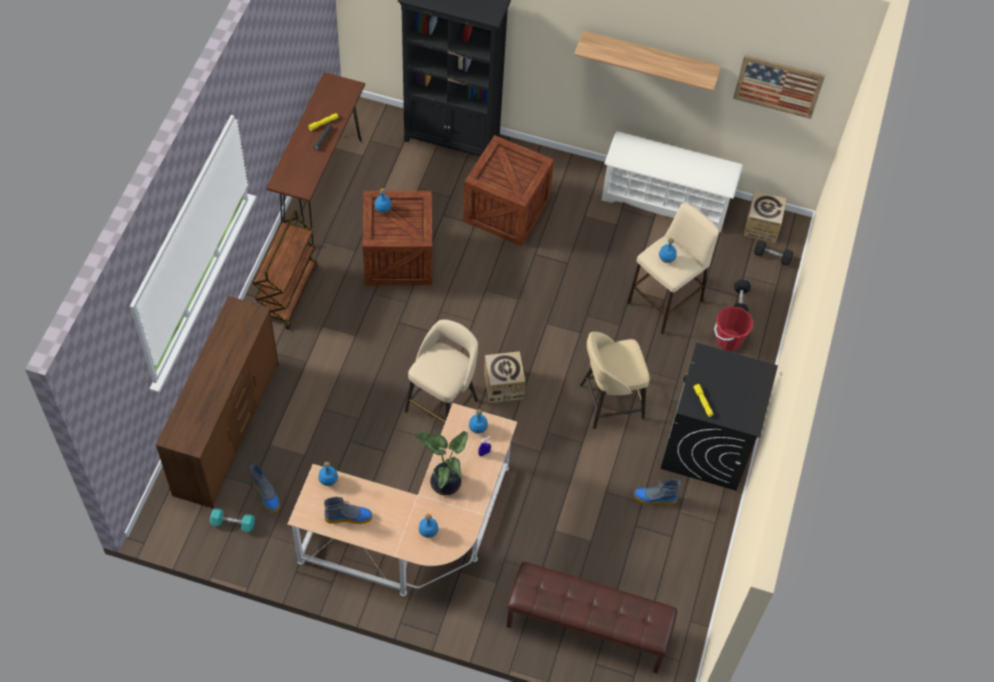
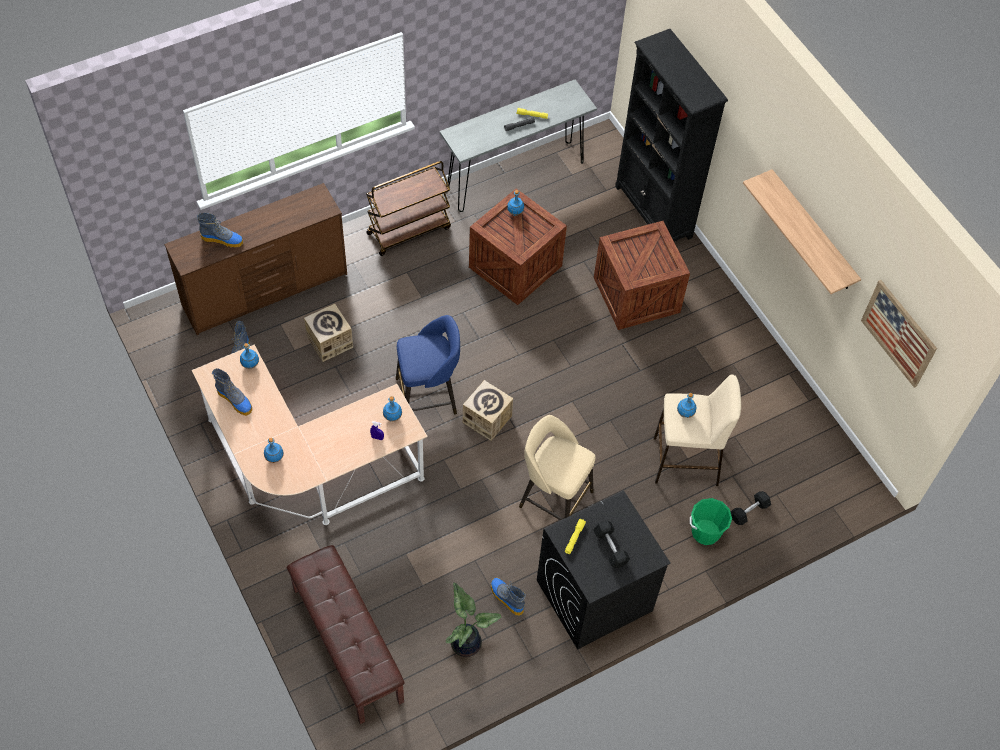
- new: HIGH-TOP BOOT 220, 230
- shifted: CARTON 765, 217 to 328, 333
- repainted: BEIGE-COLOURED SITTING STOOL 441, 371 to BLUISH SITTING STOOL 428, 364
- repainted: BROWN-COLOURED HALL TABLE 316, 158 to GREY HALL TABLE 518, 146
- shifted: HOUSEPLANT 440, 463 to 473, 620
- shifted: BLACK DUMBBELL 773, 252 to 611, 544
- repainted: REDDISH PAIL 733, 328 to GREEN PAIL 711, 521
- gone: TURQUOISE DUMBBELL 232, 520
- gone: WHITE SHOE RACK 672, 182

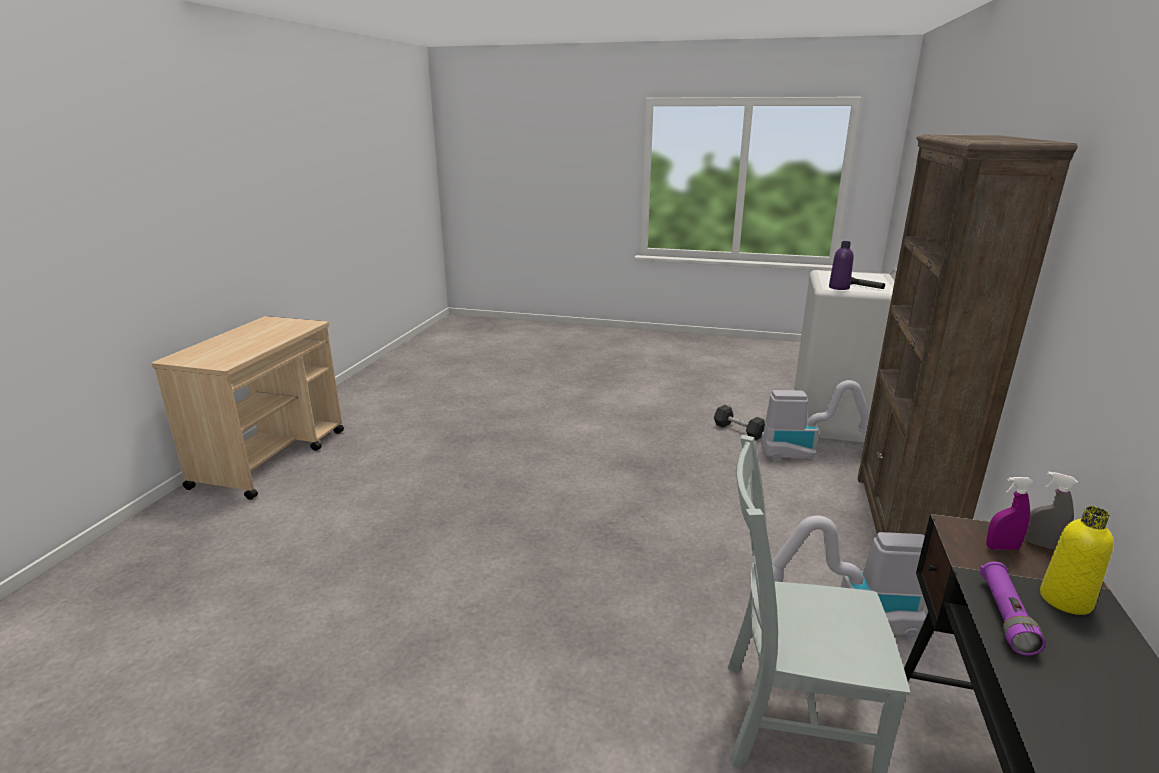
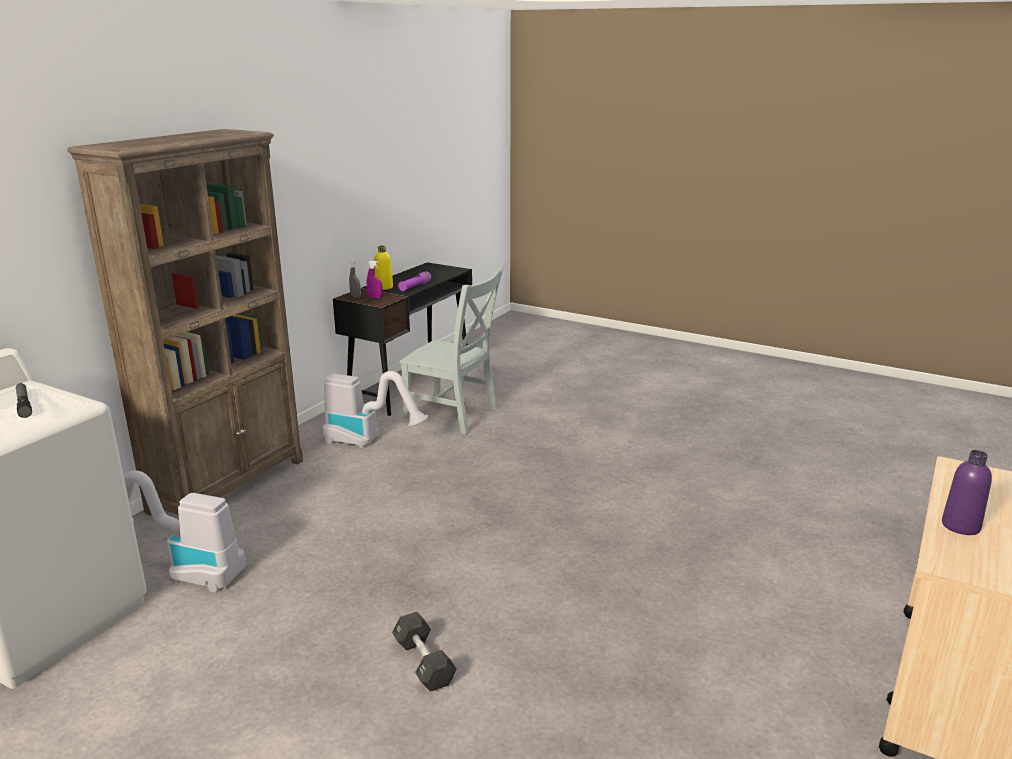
- shifted: BLACK DUMBBELL 739, 423 to 424, 652
- shifted: PURPLE BOTTLE 841, 265 to 967, 492

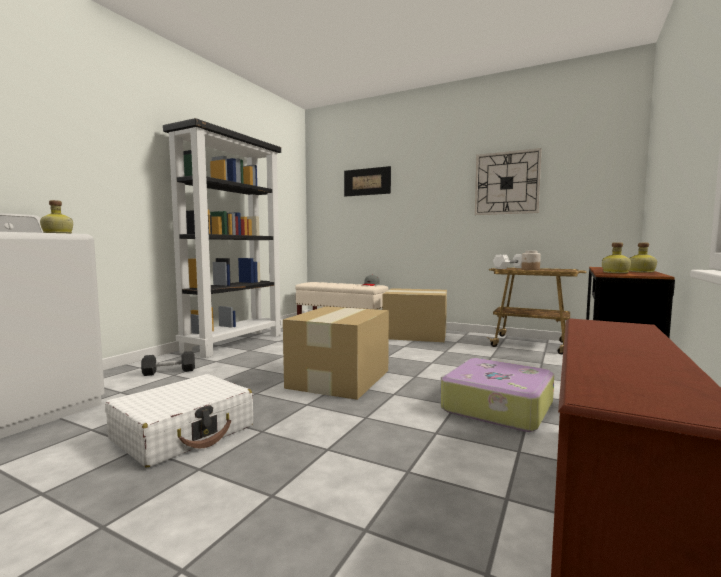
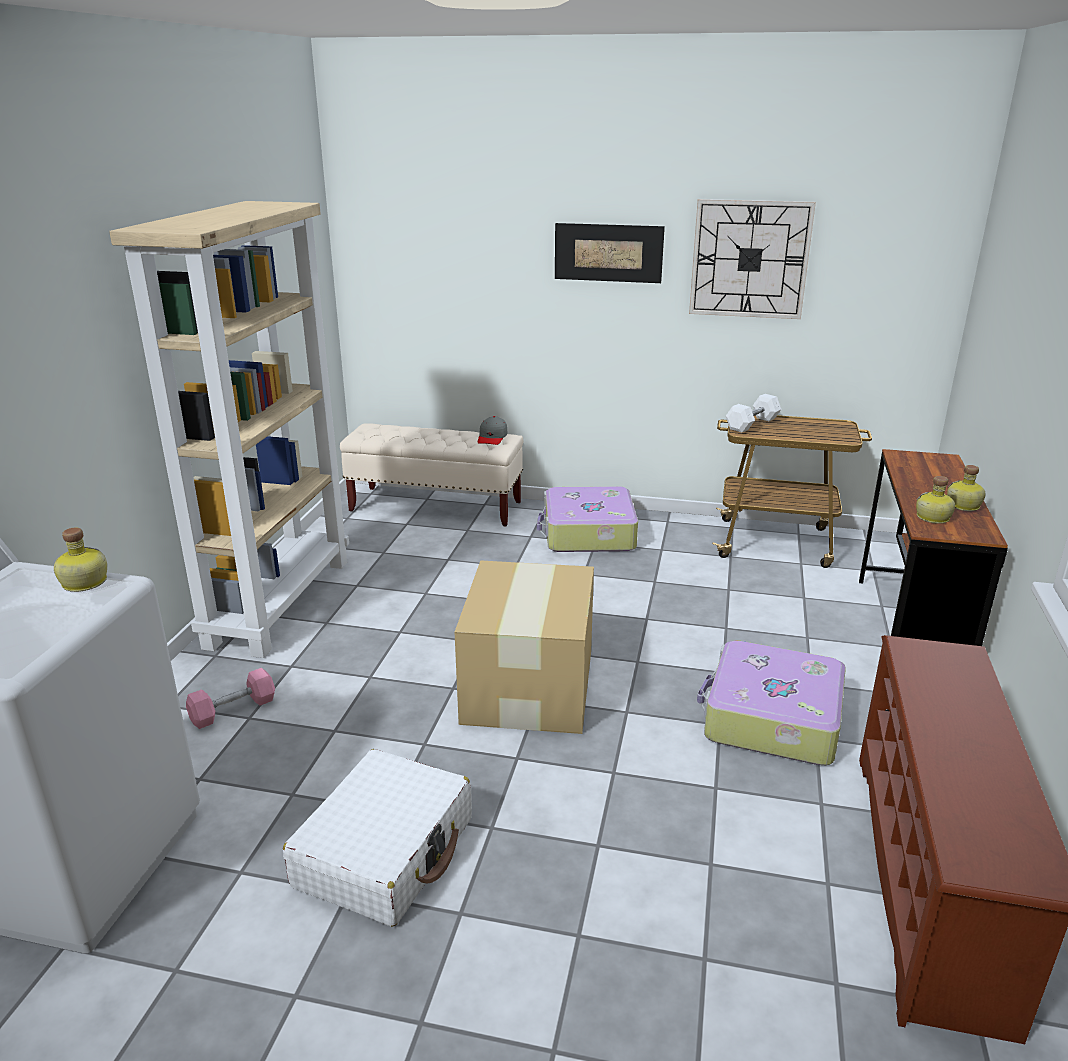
- repainted: BLACK BOOKCASE 223, 238 to BEIGE-COLOURED BOOKCASE 229, 429
- repainted: GREY DUMBBELL 168, 363 to PINKISH DUMBBELL 230, 698
- swapped: CARTON 415, 315 to SUITCASE 587, 519
- shifted: WALL PICTURE 367, 181 to 610, 253
- gone: STORAGE JAR 531, 260

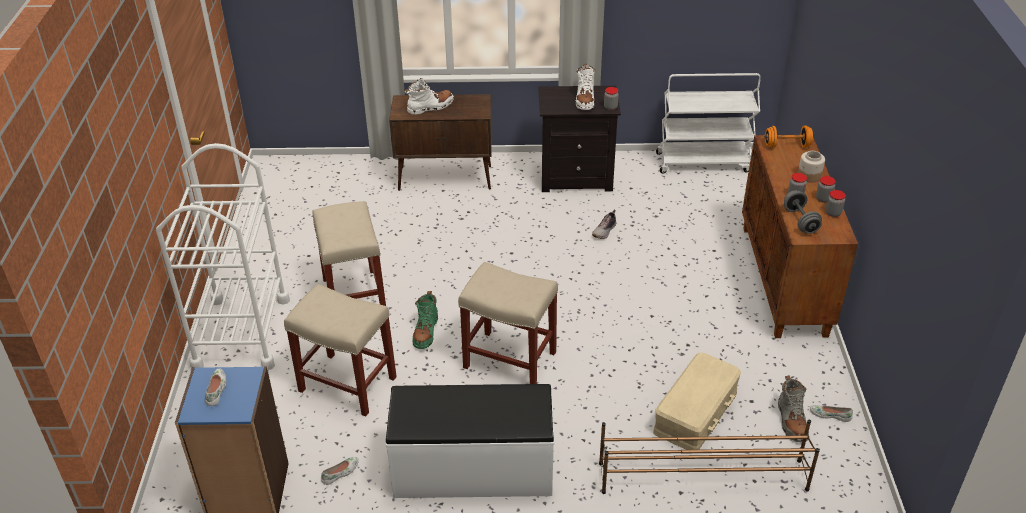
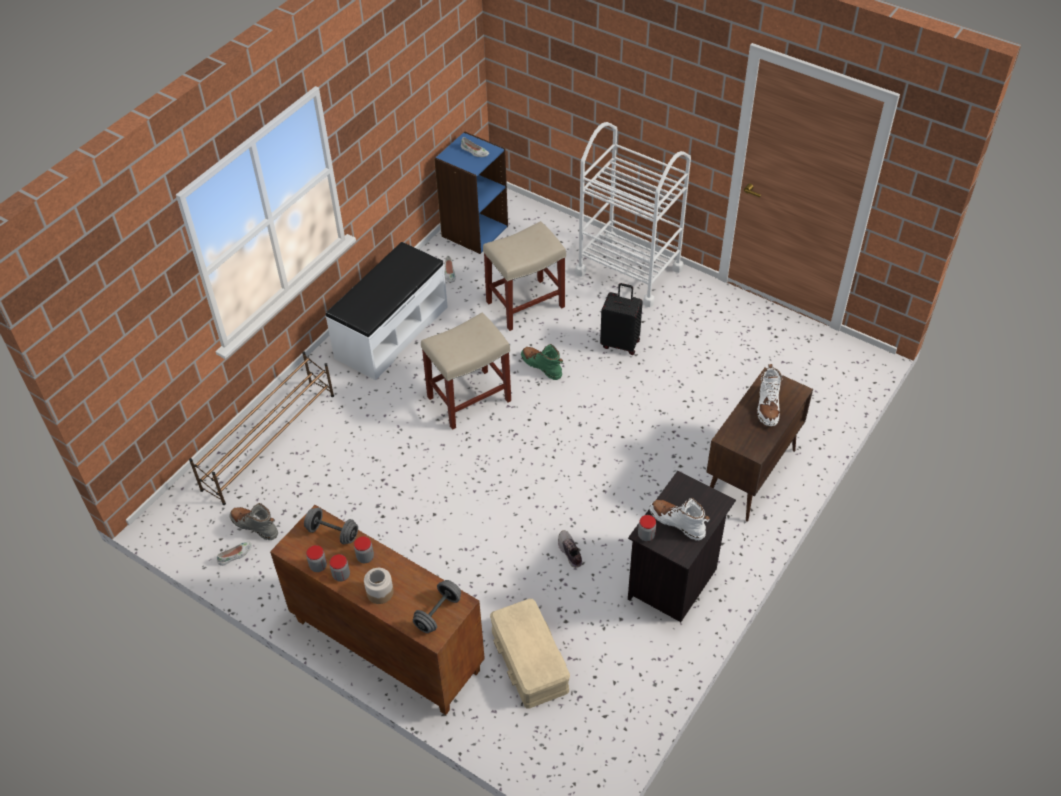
- repainted: ORANGE DUMBBELL 789, 136 to GREY DUMBBELL 437, 606
- shifted: BEIGE-COLOURED STORAGE CONTAINER 697, 401 to 530, 654
- swapped: BEIGE-COLOURED SITTING STOOL 349, 253 to BLACK SUITCASE 621, 319
- gone: WHITE TROLLEY 708, 123

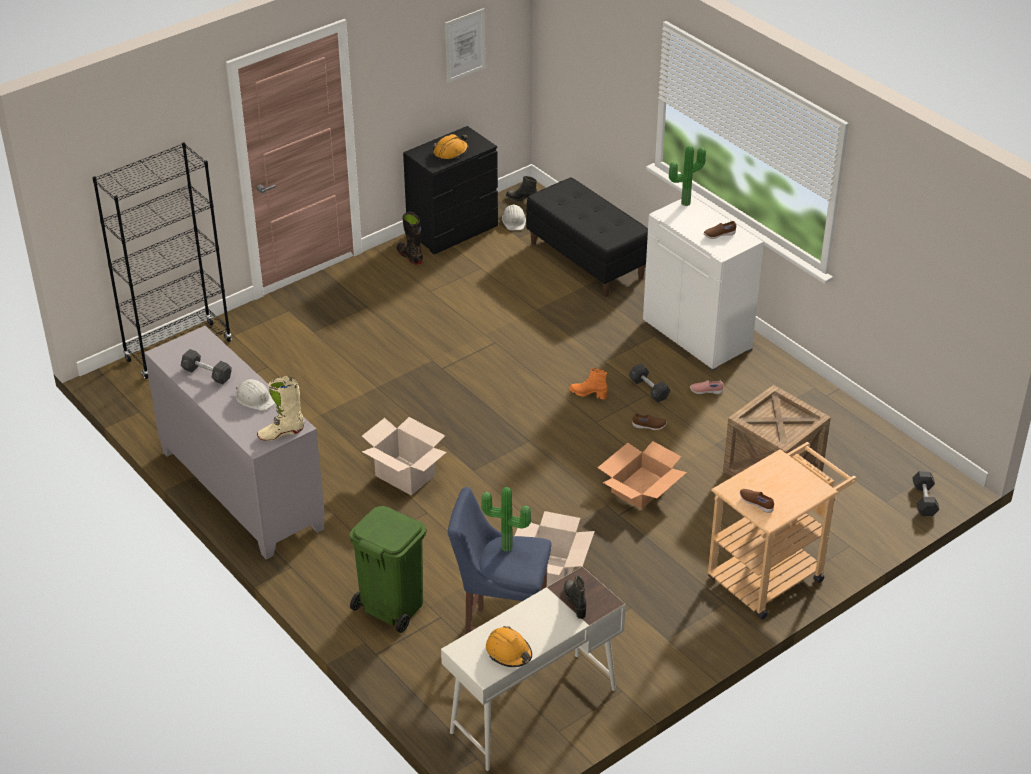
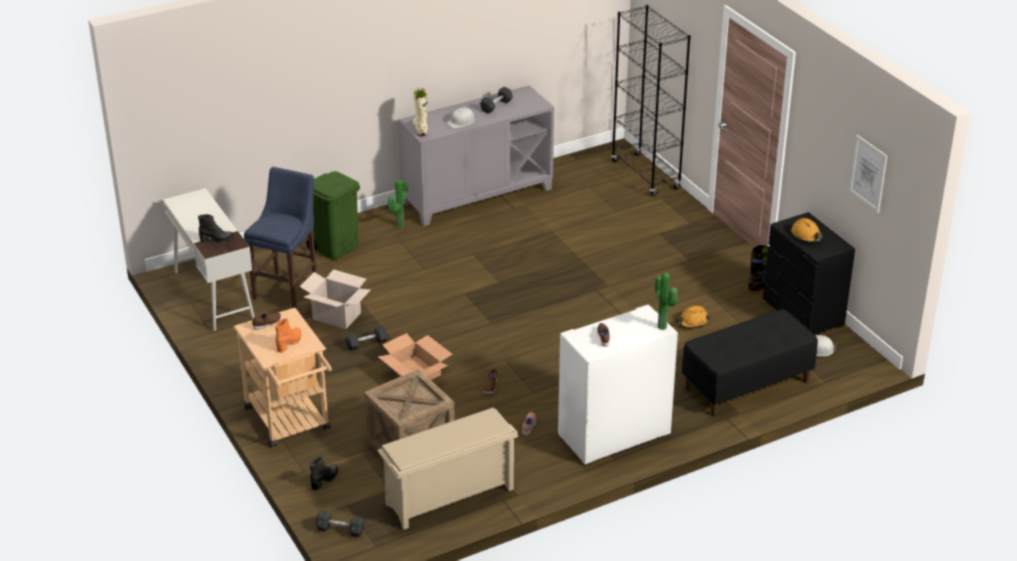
- shifted: ORANGE HIGH-TOP BOOT 588, 384 to 288, 335
- shifted: BLACK HIGH-TOP BOOT 521, 189 to 324, 473
- shifted: GREY DUMBBELL 649, 383 to 366, 338
- new: BEIGE-COLOURED SHOE RACK 448, 468
- shifted: HOUSEPLANT 506, 519 to 398, 203
- shifted: ORANGE WORK HELMET 509, 646 to 693, 316
- gone: CARTON 404, 456

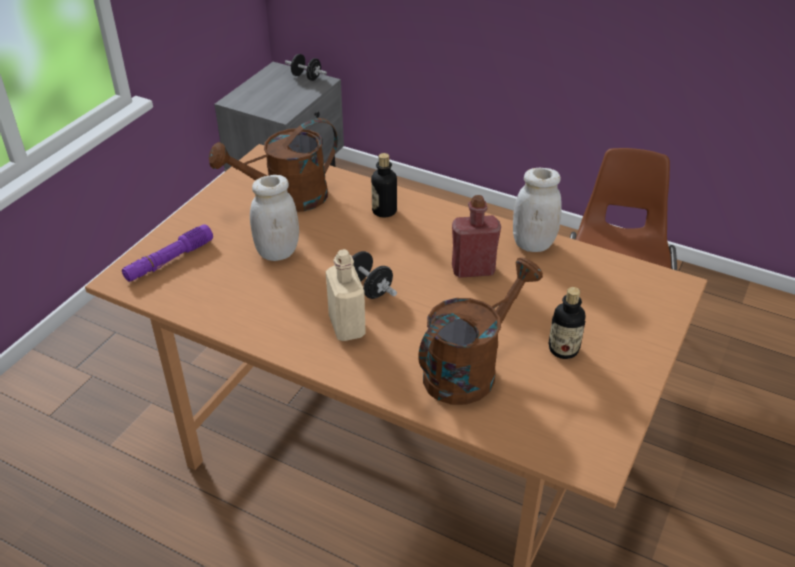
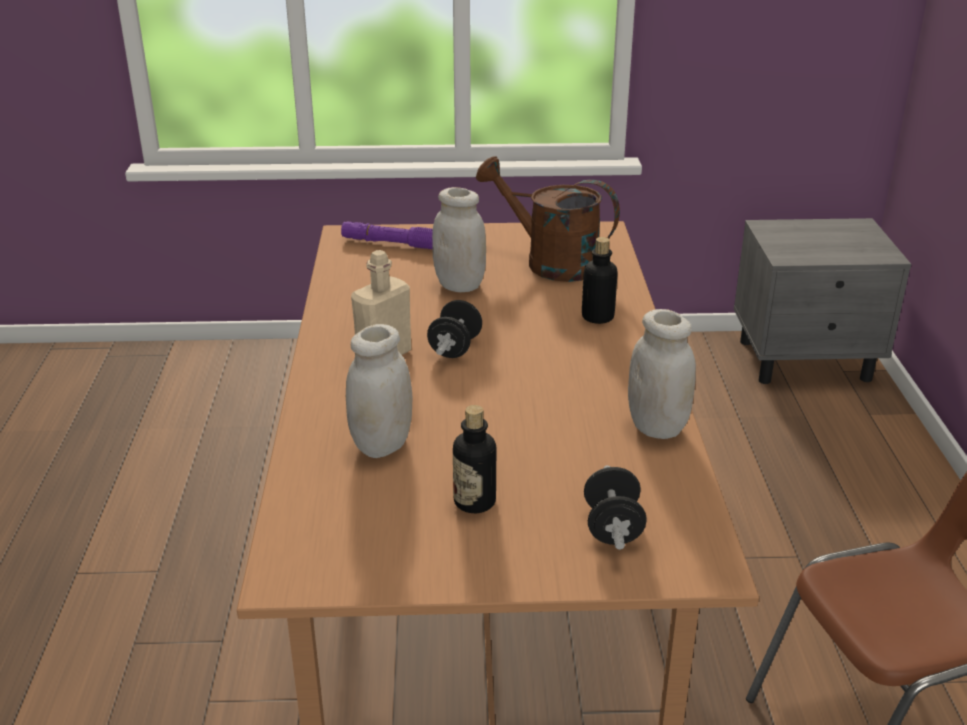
- swapped: BROWN-COLOURED WATERING CAN 480, 331 to WHITE STORAGE JAR 379, 391
- shifted: BLACK DUMBBELL 306, 67 to 615, 507
- gone: REDDISH BOTTLE 476, 236

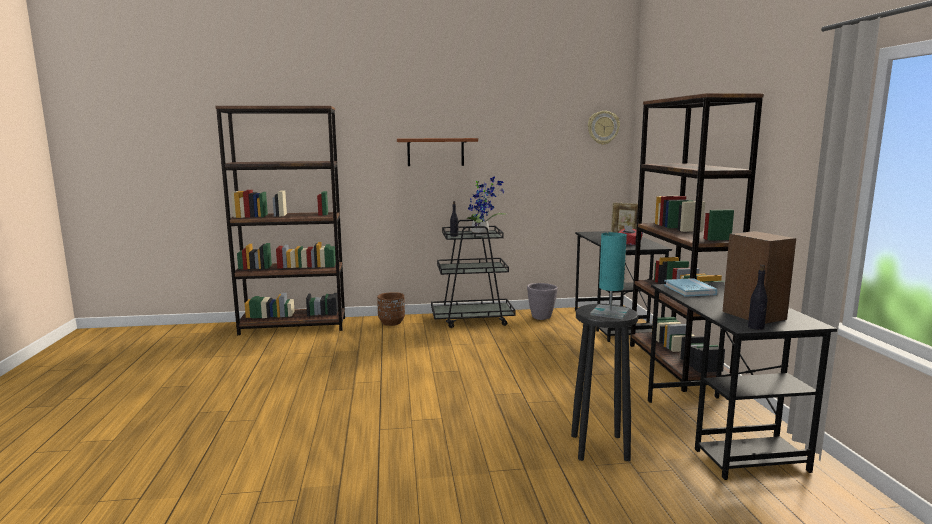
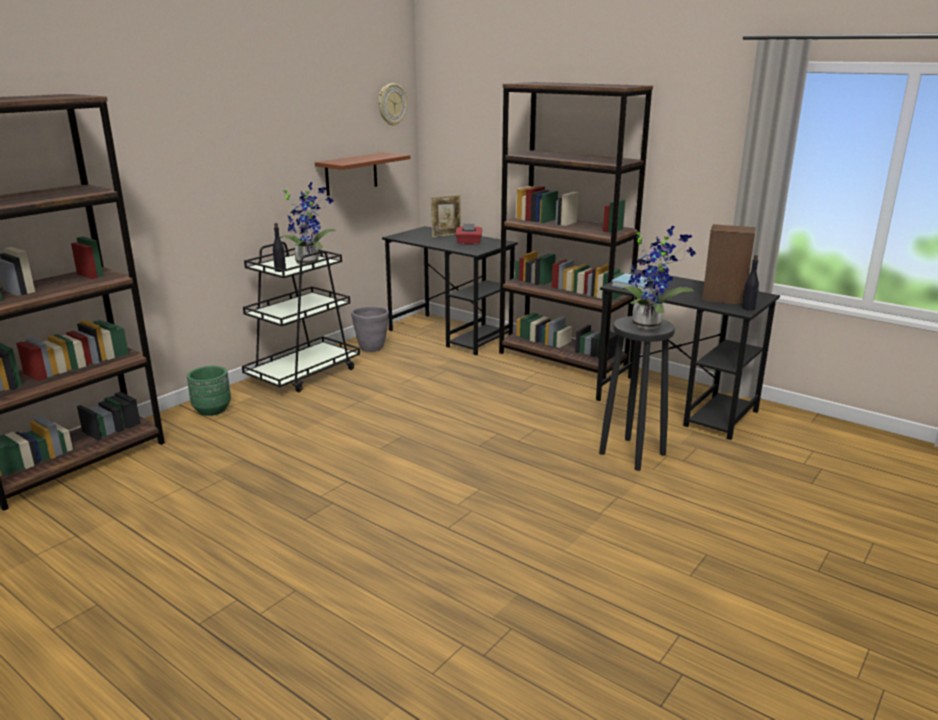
- repainted: BROWN-COLOURED PLANT POT 391, 309 to GREEN PLANT POT 209, 391
- shifted: BROWN-COLOURED SHELF 437, 152 to 363, 174
- swapped: TURQUOISE TABLETOP LAMP 610, 275 to HOUSEPLANT 657, 277

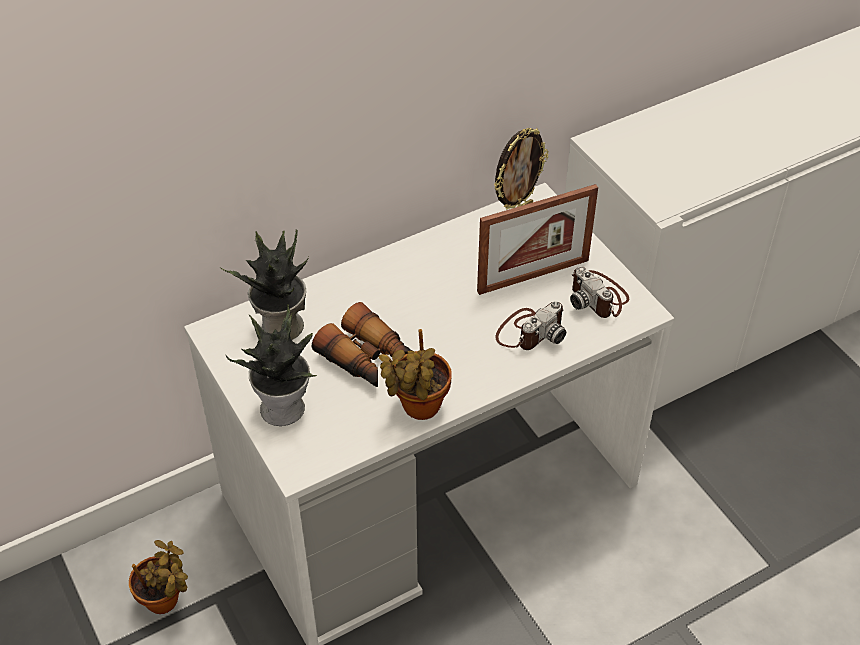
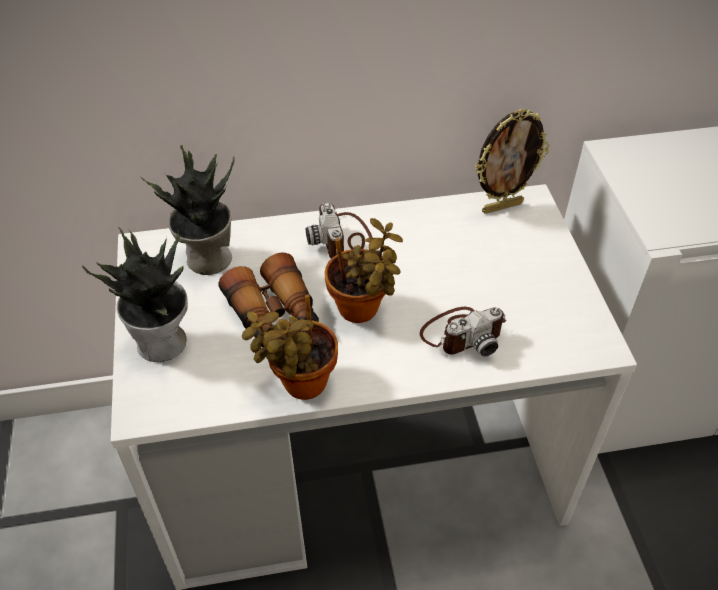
- shifted: STILL CAMERA 599, 292 to 339, 230
- shifted: HOUSEPLANT 158, 577 to 364, 270
- gone: PICTURE FRAME 537, 239

